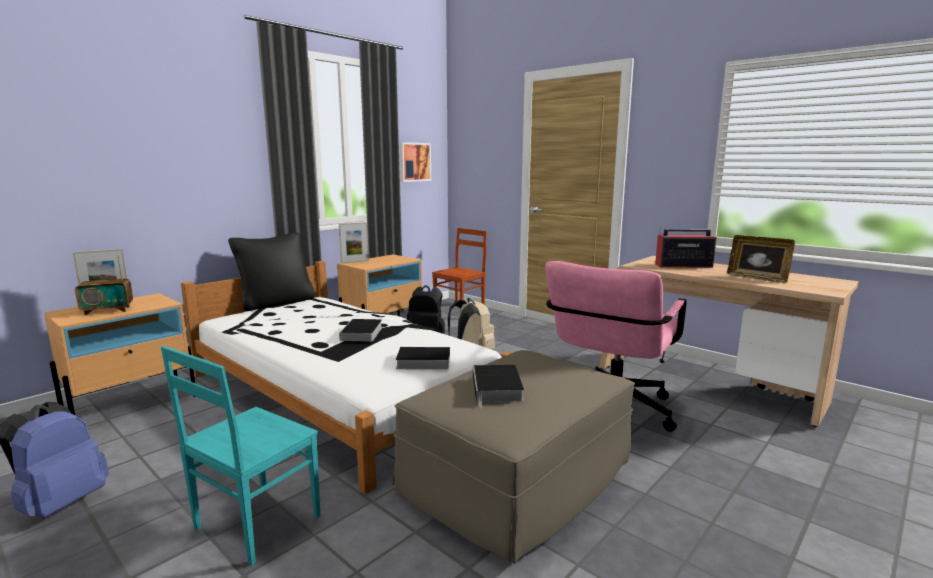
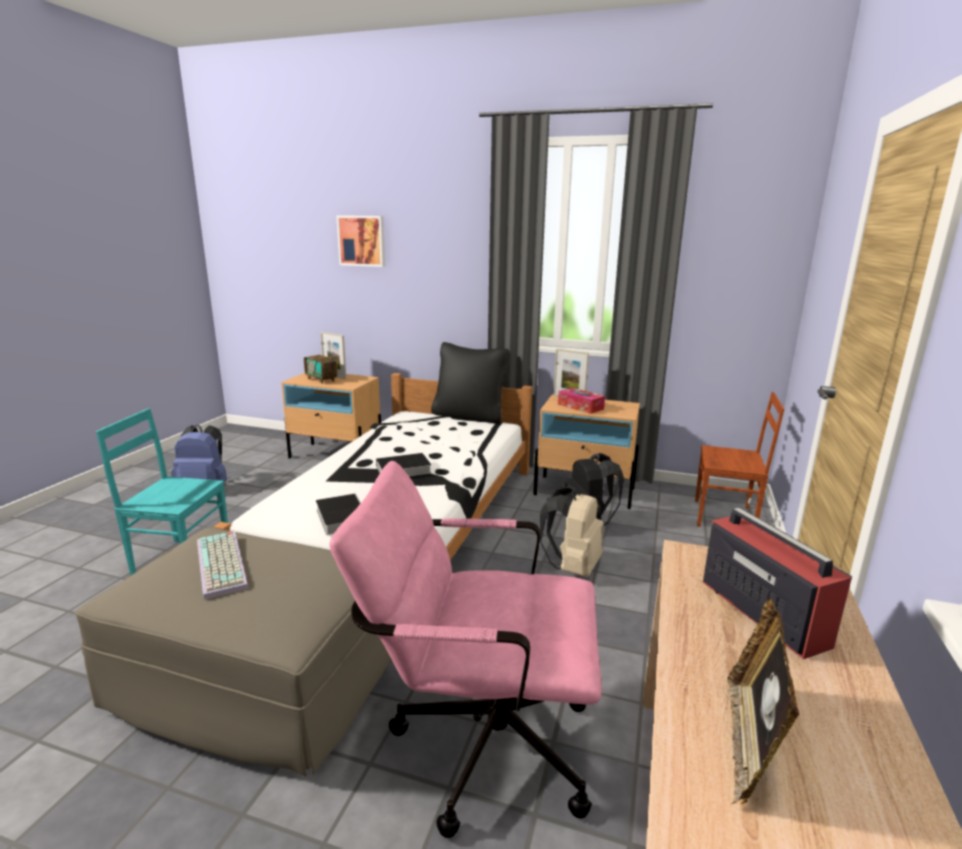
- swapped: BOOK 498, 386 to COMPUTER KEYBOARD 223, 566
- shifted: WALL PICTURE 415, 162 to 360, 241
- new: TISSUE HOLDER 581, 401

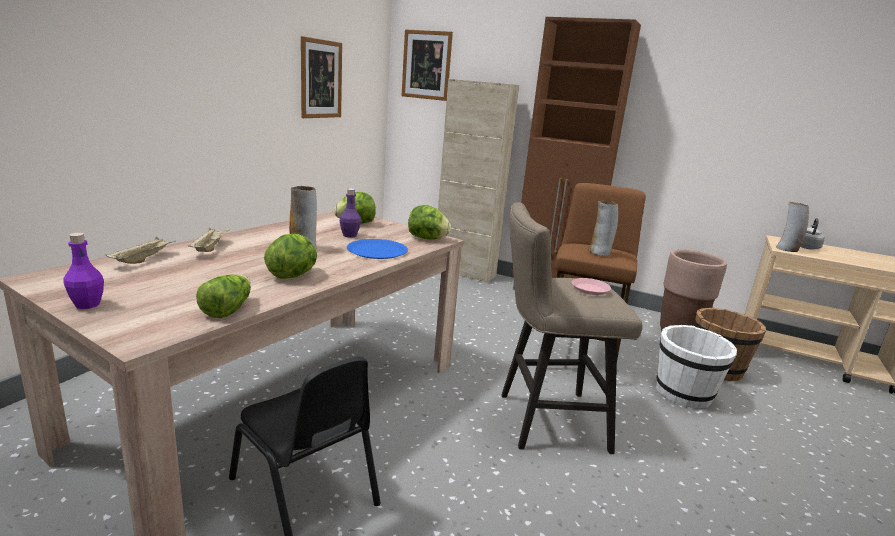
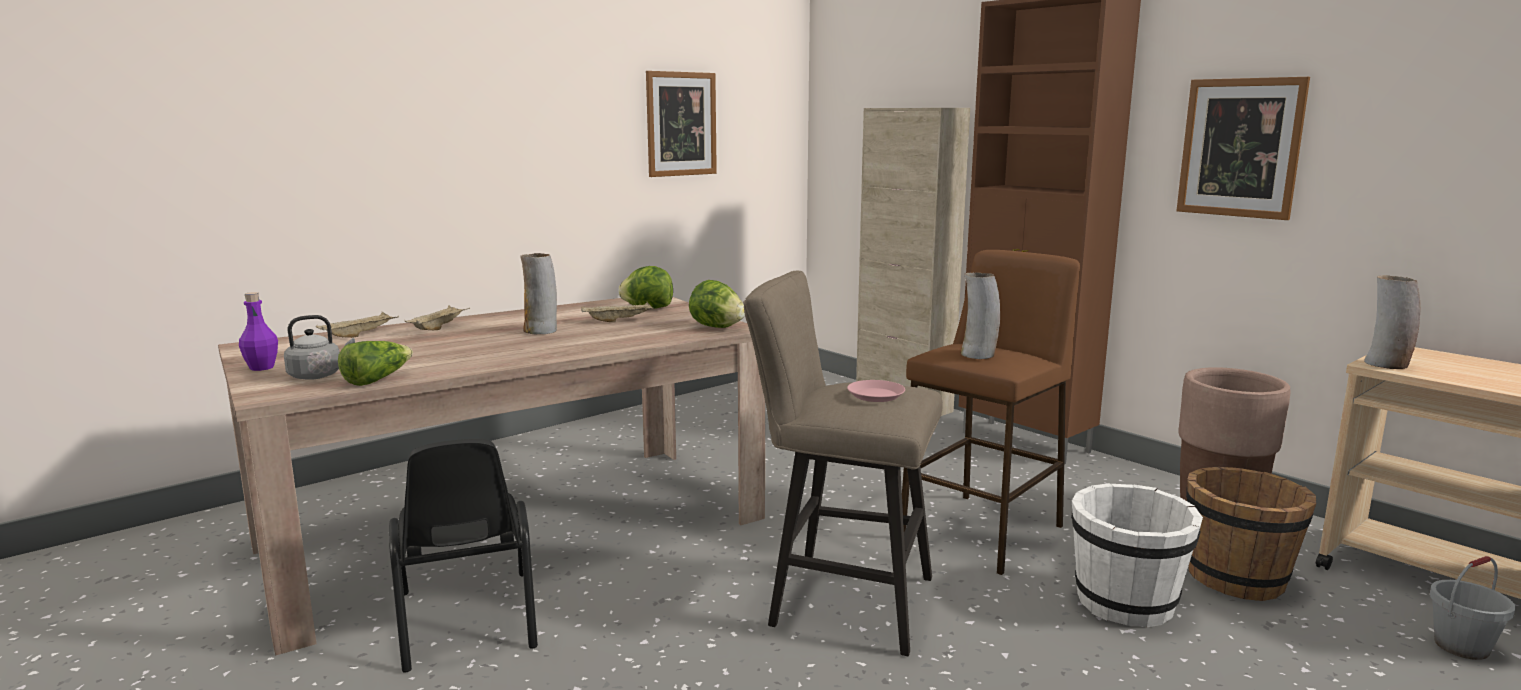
- shifted: GREY TEA KETTLE 812, 233 to 319, 347
- swapped: PURPLE BOTTLE 350, 213 to BEIGE-COLOURED TRAY 617, 312
- shifted: WALL PICTURE 427, 65 to 1243, 148
- new: GREY PAIL 1473, 608
- gone: HEAD OF LETTUCE 290, 256
- gone: BLUISH DINNER PLATE 377, 249

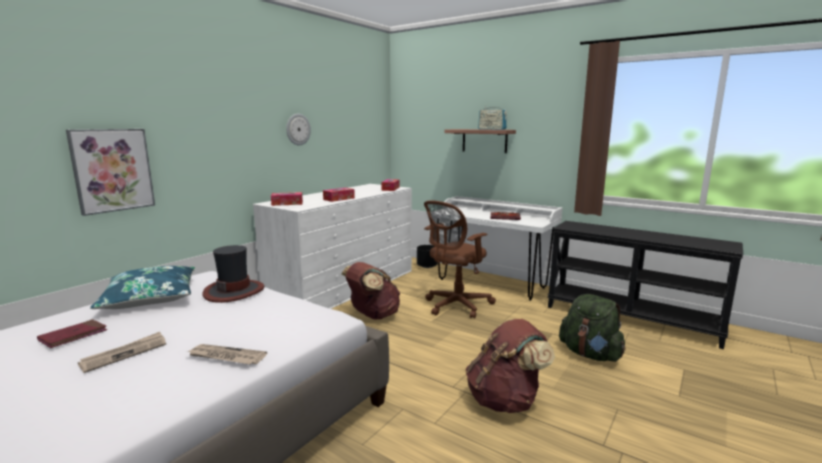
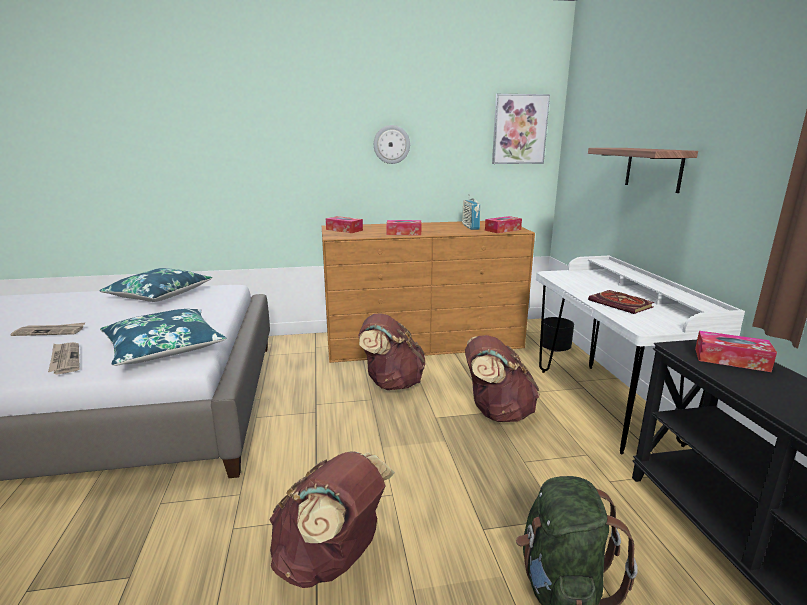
- new: BLUISH THROW PILLOW 163, 337
- repainted: WHITE DRAWER CHEST 332, 246 to BROWN-COLOURED DRAWER CHEST 428, 292
- shifted: RADIO 492, 117 to 471, 214
- swapped: BROWN-COLOURED OFFICE CHAIR 460, 259 to BROWN-COLOURED KNAPSACK 502, 378
- shifted: WALL PICTURE 110, 172 to 521, 129
- new: TISSUE HOLDER 736, 351
- gone: REDDISH BOOK 72, 333
- gone: CLOTHING HAT 233, 274

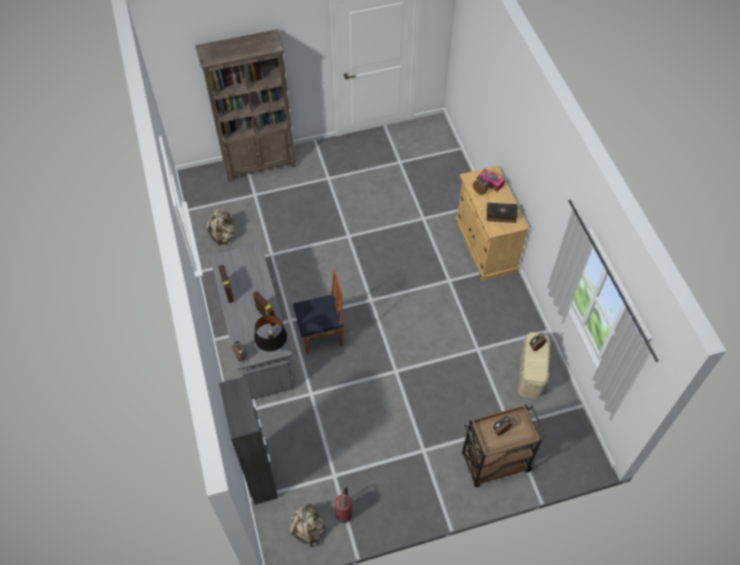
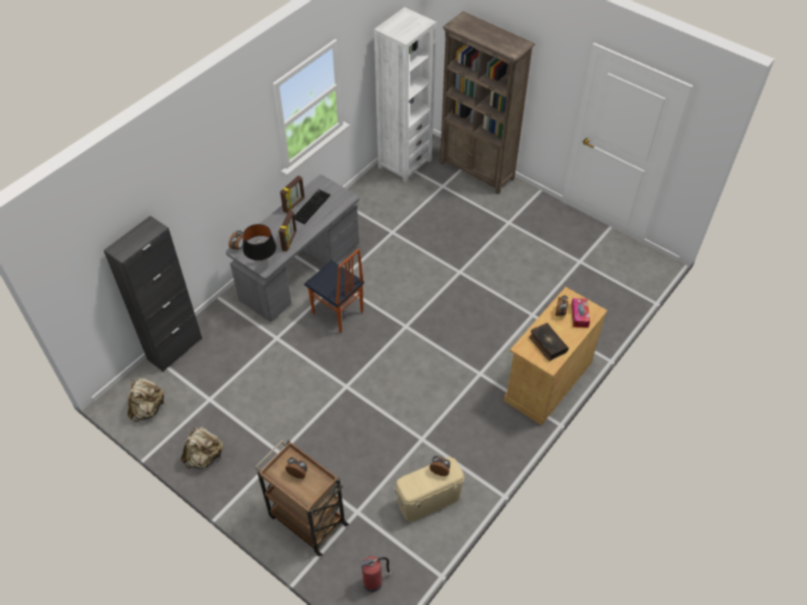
- shifted: BEIGE-COLOURED KNAPSACK 220, 227 to 202, 448
- new: COMPUTER KEYBOARD 312, 206
- shifted: FIRE EXTINGUISHER 343, 505 to 375, 574
- new: WHITE BOOKCASE 405, 95

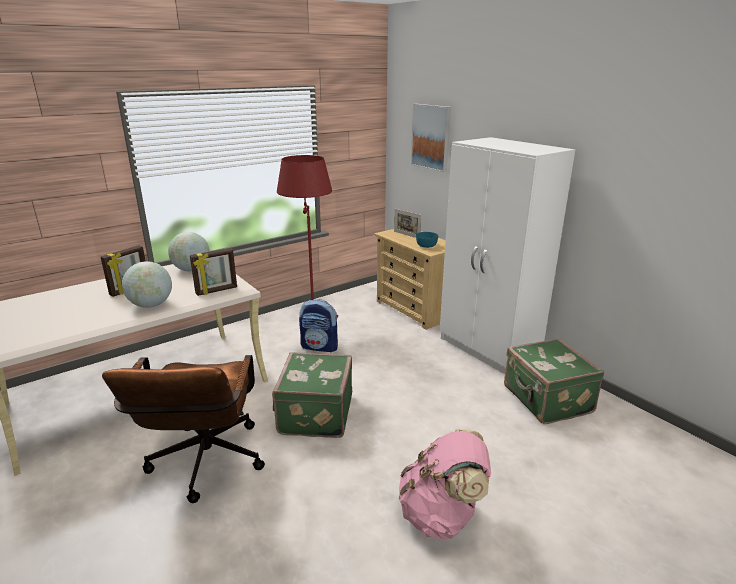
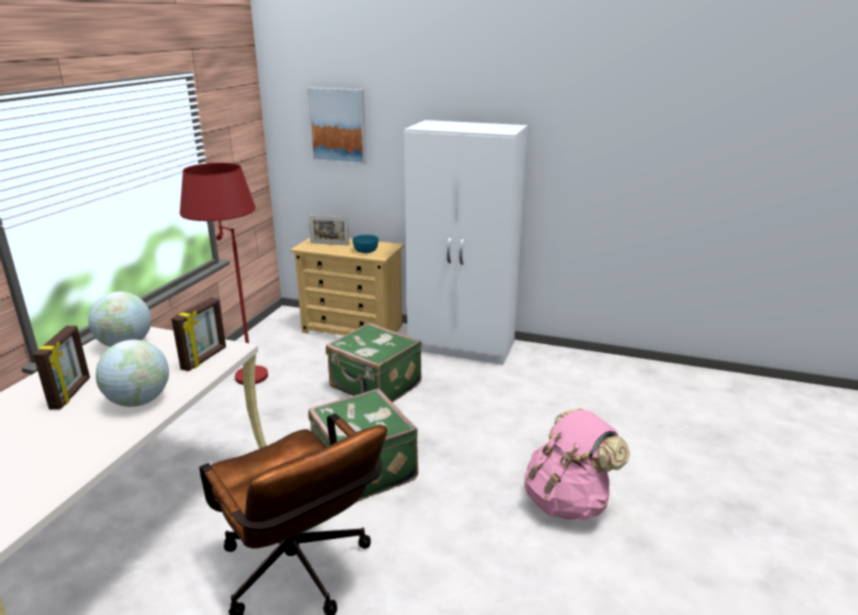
- shifted: GREEN SUITCASE 554, 381 to 374, 363
- gone: KNAPSACK 318, 326

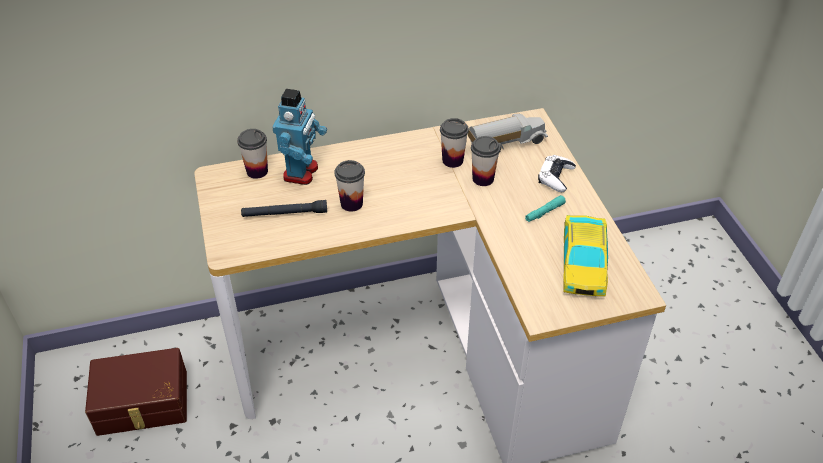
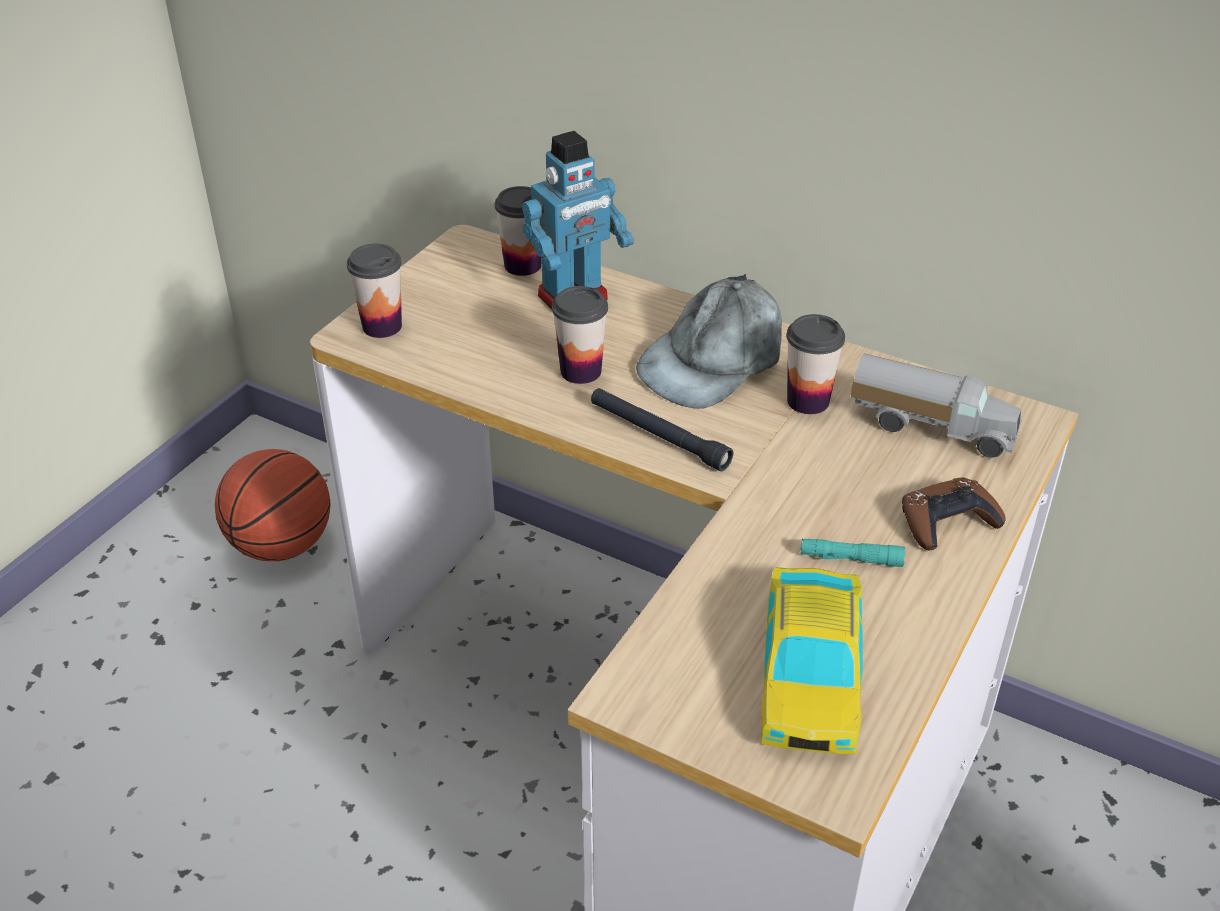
- swapped: BROWN-COLOURED STORAGE CONTAINER 136, 392 to BASKETBALL BALL 273, 505
- shifted: DRINKING CUP 485, 161 to 374, 291
- shifted: BLACK TORCH 284, 208 to 662, 429
- new: GREY CAP 709, 341
- rotated: MINIATURE CAR 585, 255 = 812, 660 45 degrees counterclockwise
- repainted: WHITE GAMEPAD 557, 173 to BROWN-COLOURED GAMEPAD 954, 513

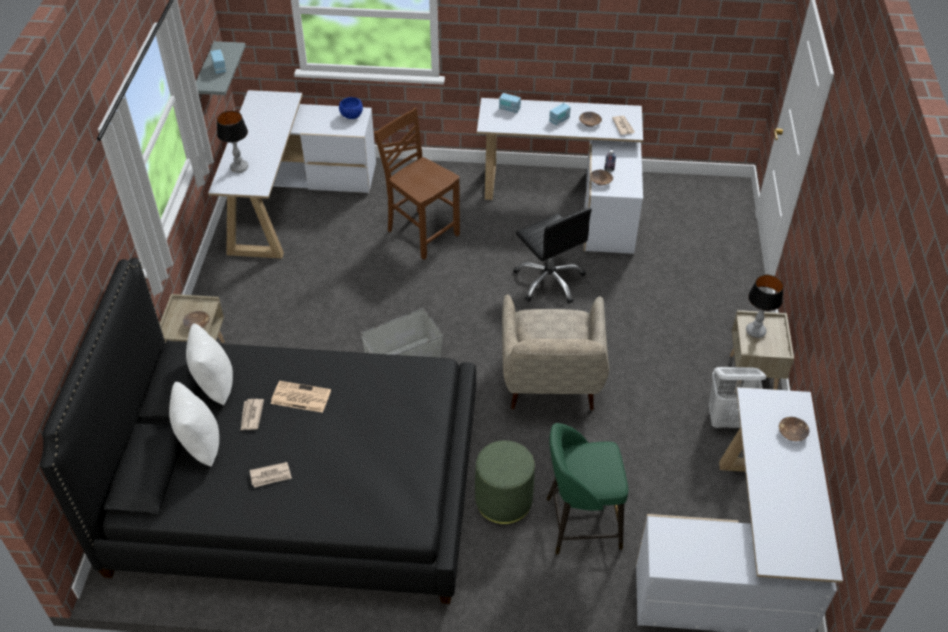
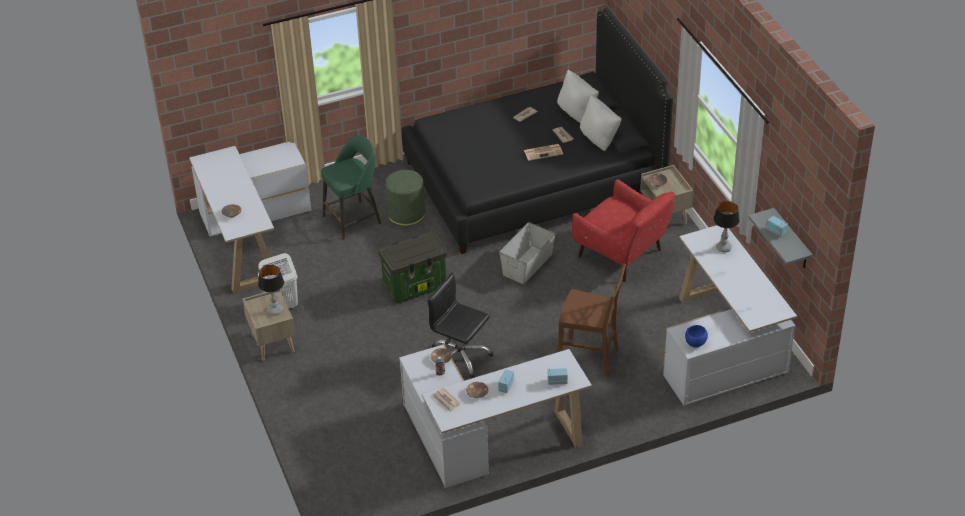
- swapped: BEIGE-COLOURED EASY CHAIR 555, 352 to STORAGE CONTAINER 412, 267
- new: REDDISH EASY CHAIR 623, 230

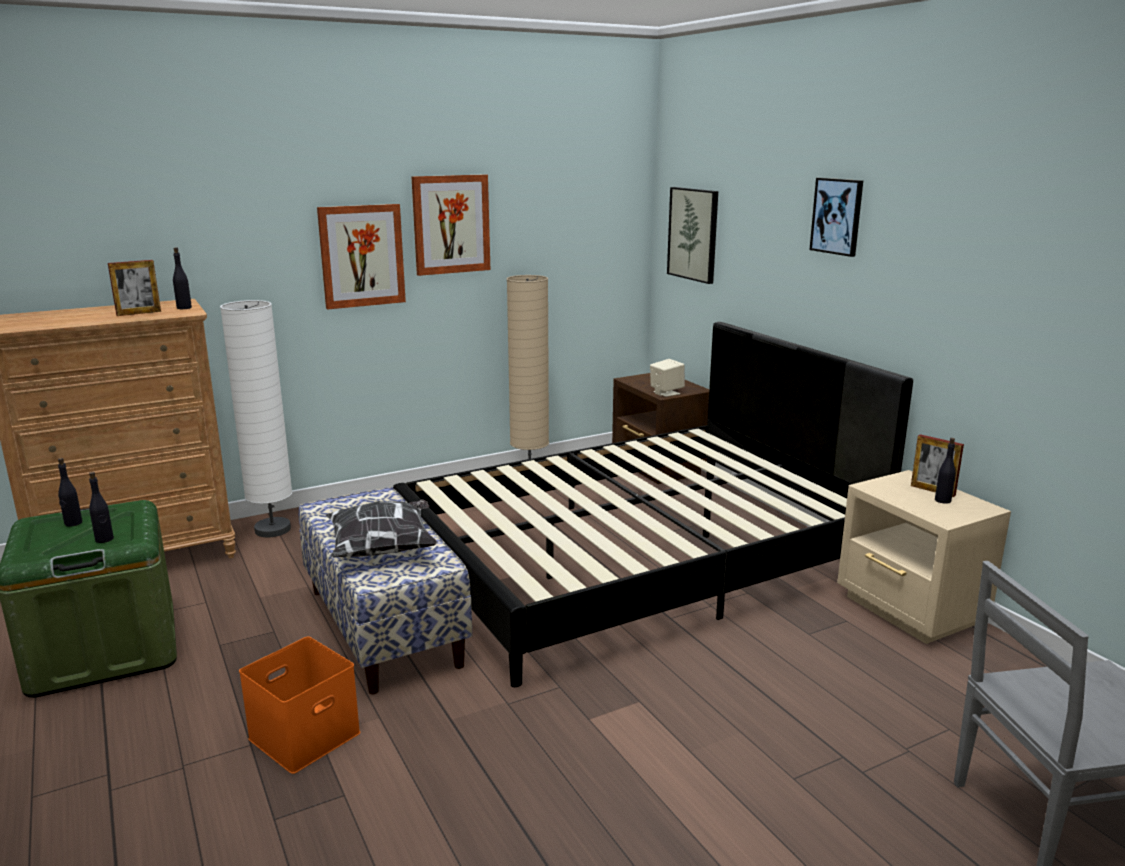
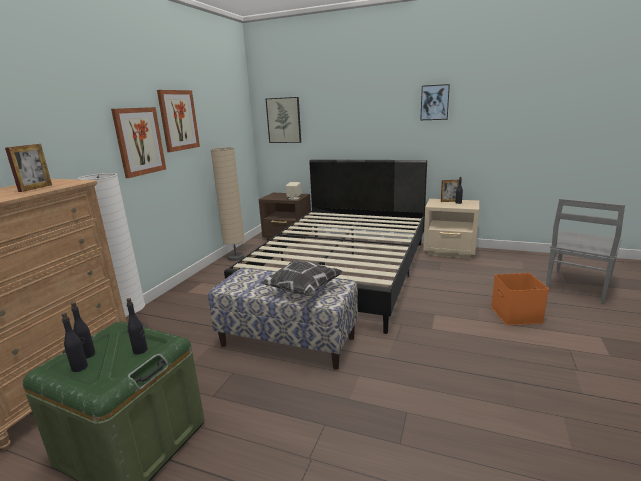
- shifted: BLACK BOTTLE 182, 278 to 74, 342
- shifted: WALL PICTURE 836, 217 to 435, 102
- shifted: ORANGE STORAGE CONTAINER 299, 705 to 520, 299

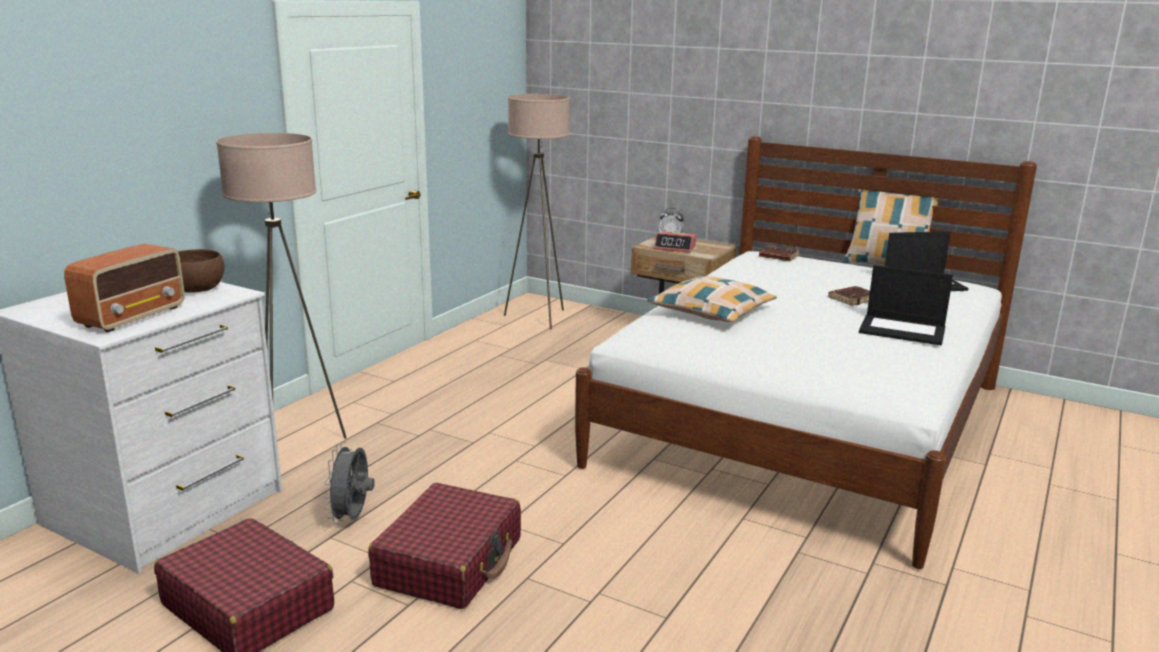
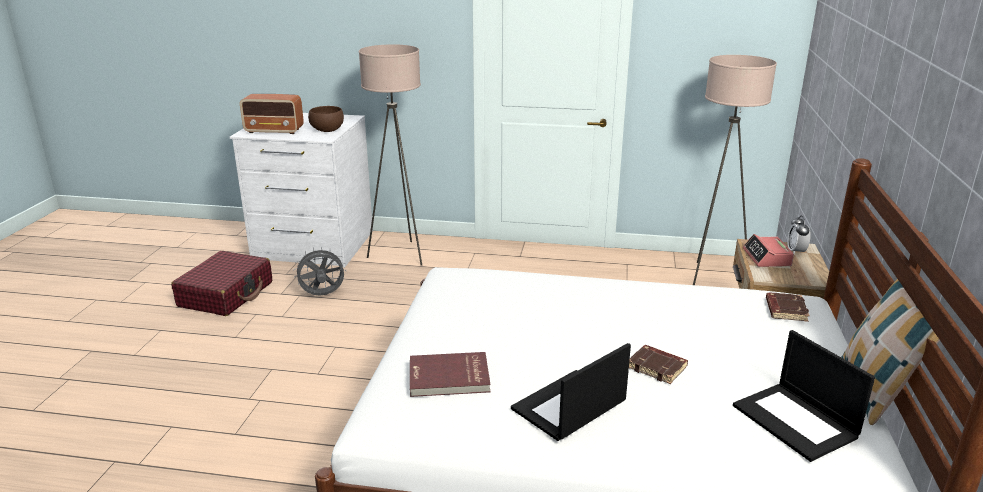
- new: REDDISH BOOK 450, 374
- rotated: NOTEBOOK COMPUTER 906, 305 = 571, 392 45 degrees clockwise
- gone: REDDISH SUITCASE 445, 546
- gone: THROW PILLOW 712, 299

